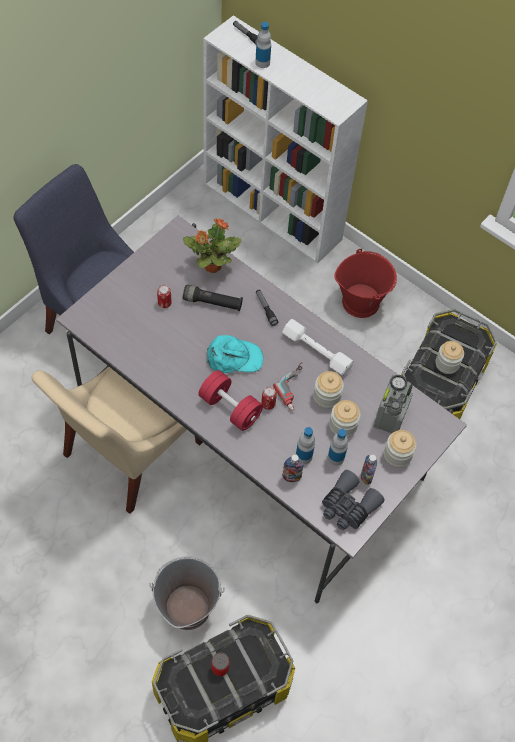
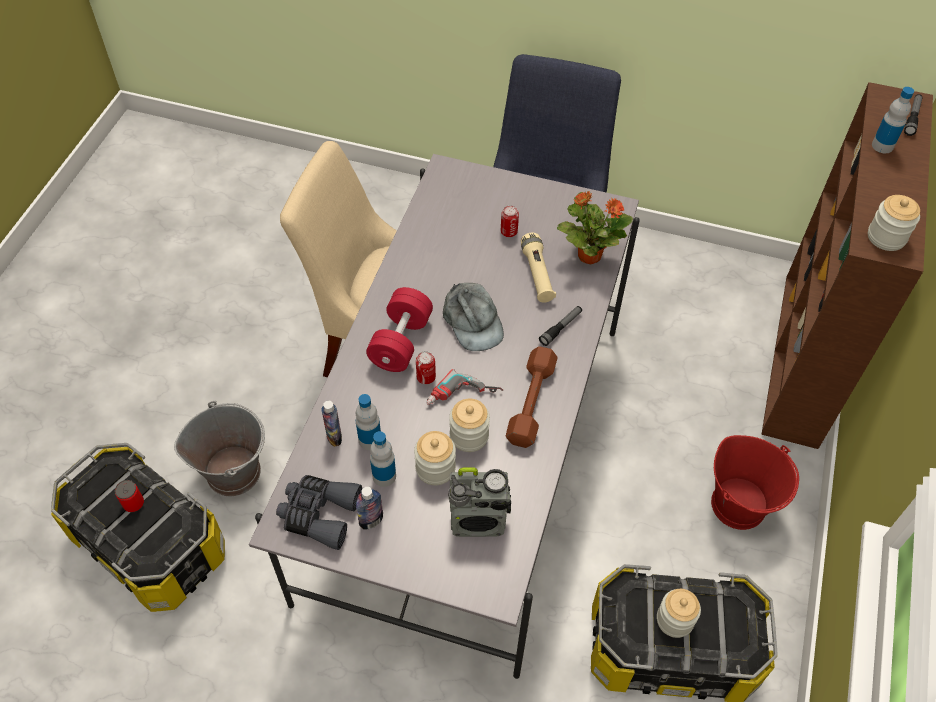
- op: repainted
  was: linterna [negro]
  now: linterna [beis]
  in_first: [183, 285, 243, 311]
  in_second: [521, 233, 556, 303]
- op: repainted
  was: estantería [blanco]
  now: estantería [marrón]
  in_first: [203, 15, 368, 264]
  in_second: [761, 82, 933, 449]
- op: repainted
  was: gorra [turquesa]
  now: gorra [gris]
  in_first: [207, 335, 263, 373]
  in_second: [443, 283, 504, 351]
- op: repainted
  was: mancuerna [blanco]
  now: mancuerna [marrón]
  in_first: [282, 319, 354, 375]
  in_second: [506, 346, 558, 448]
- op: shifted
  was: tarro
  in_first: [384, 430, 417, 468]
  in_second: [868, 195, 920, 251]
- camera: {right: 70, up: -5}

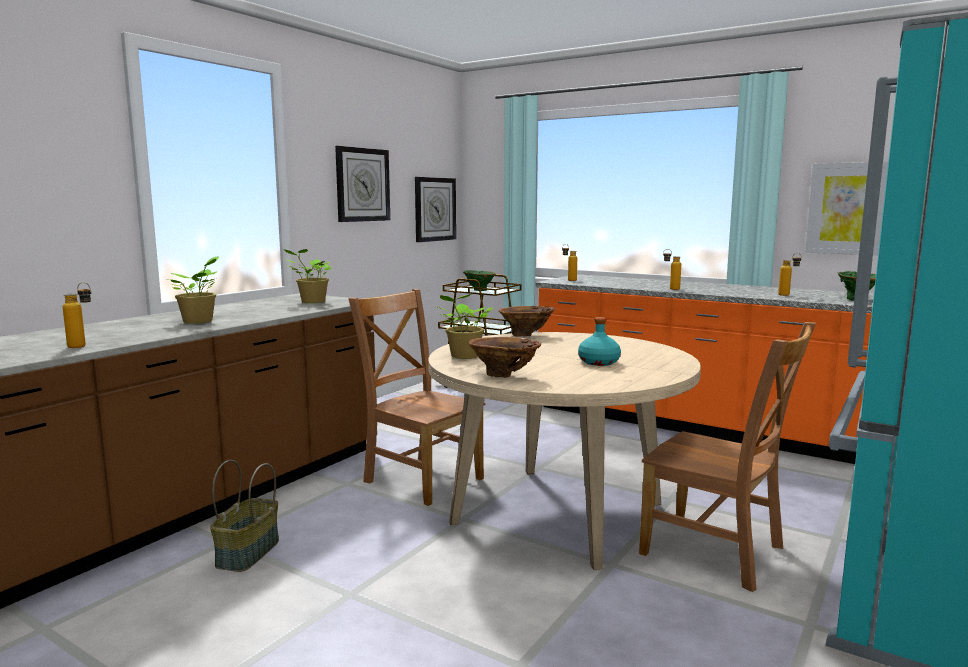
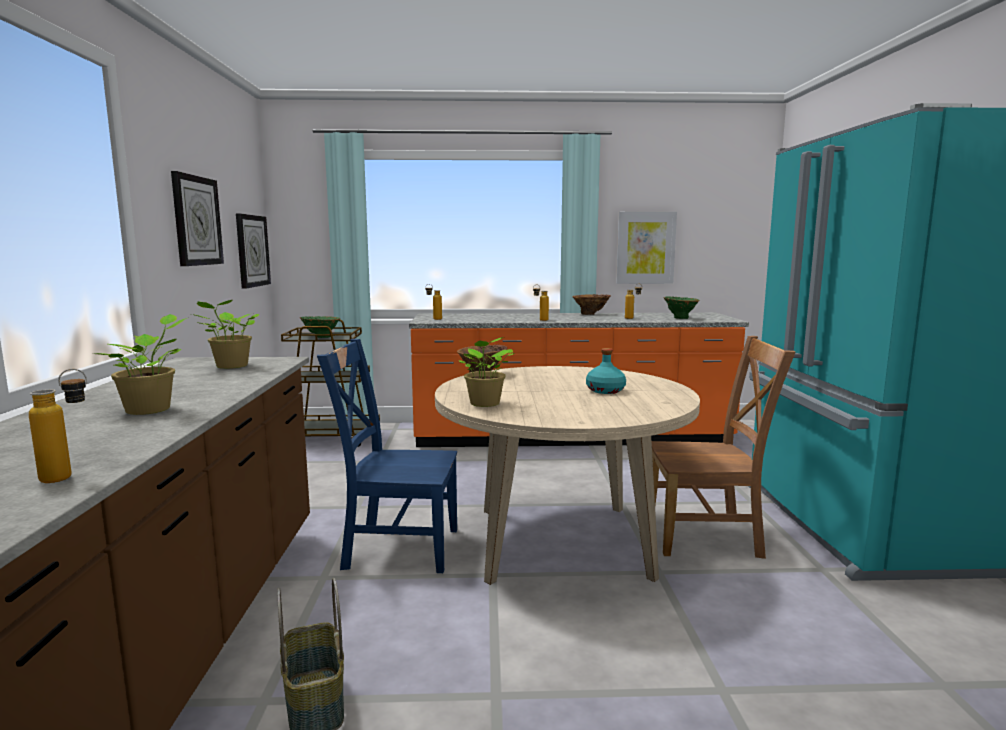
- op: repainted
  was: silla [marrón]
  now: silla [azul]
  in_first: [348, 289, 485, 506]
  in_second: [317, 339, 457, 573]
- op: shifted
  was: florero [marrón]
  in_first: [469, 337, 541, 378]
  in_second: [572, 294, 611, 315]
- camera: {right: -35, up: 0}

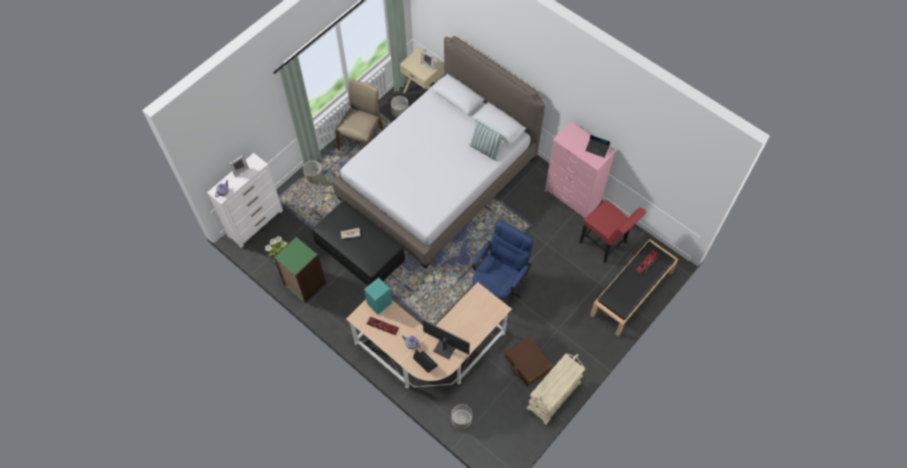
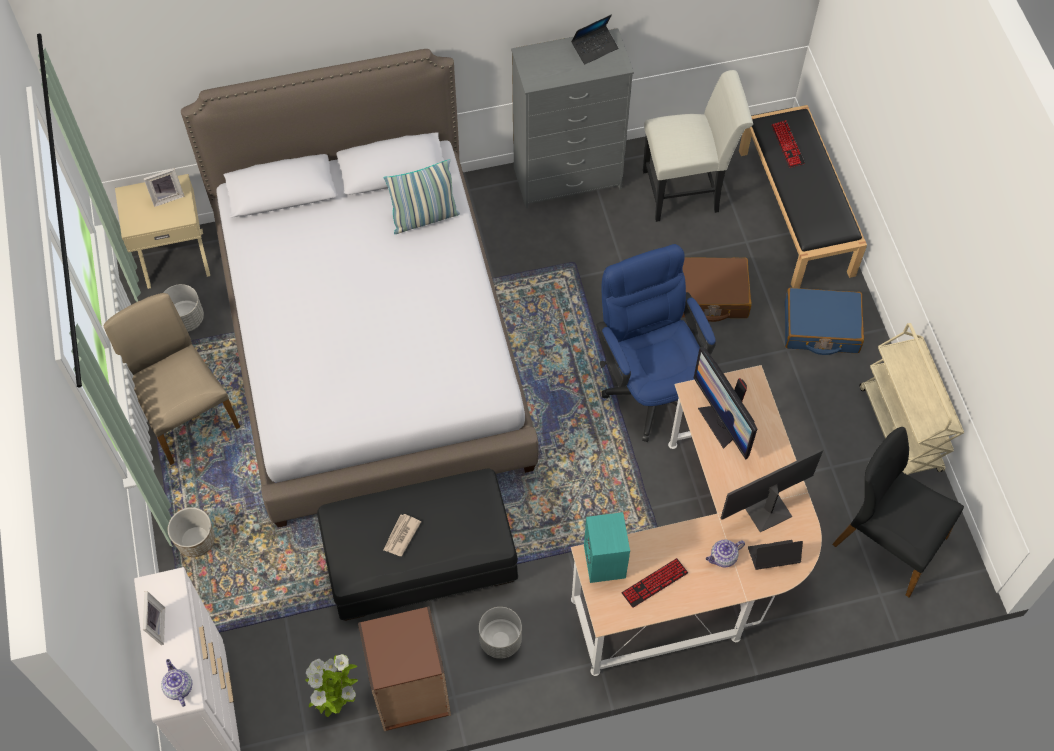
- op: repainted
  was: estantería [verde]
  now: estantería [marrón]
  in_first: [273, 236, 326, 303]
  in_second: [358, 606, 451, 731]
- op: shifted
  was: maceta [gris]
  in_first: [451, 404, 472, 429]
  in_second: [479, 607, 522, 659]
- op: shifted
  was: maleta [marrón]
  in_first: [504, 336, 552, 387]
  in_second: [681, 257, 752, 322]
- op: repainted
  was: cómoda [rosa]
  now: cómoda [gris]
  in_first: [545, 122, 615, 219]
  in_second: [511, 28, 634, 208]
- op: repainted
  was: silla [rojo]
  now: silla [blanco]
  in_first: [580, 200, 646, 263]
  in_second: [643, 70, 753, 222]
- op: new
  now: monitor
  in_second: [694, 347, 757, 460]
- op: new
  now: maleta [azul]
  in_second: [785, 287, 864, 355]
- op: new
  now: silla [negro]
  in_second: [832, 427, 964, 598]
- camera: {right: -55, up: 0}

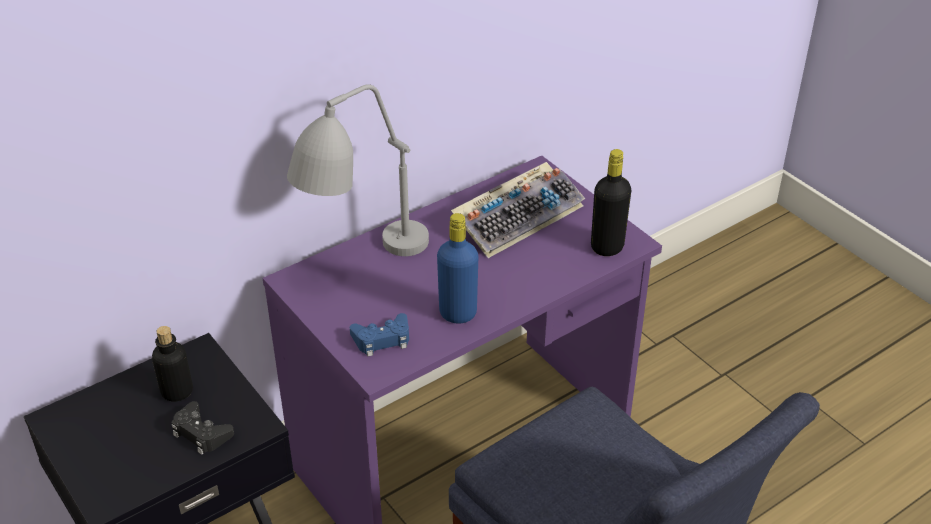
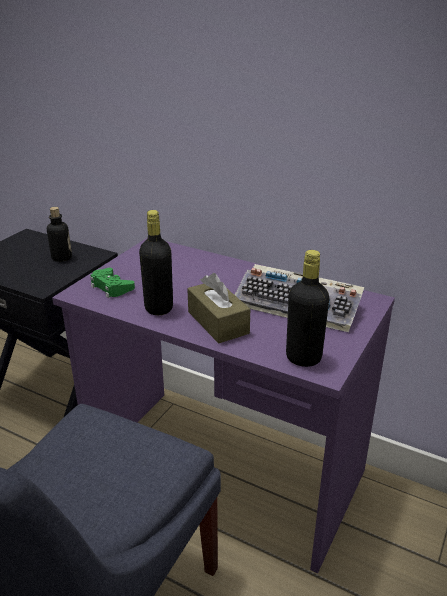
- op: gone
  was: mando de consola [negro]
  in_first: [172, 401, 234, 455]
- op: gone
  was: lámpara de mesa [gris]
  in_first: [287, 84, 429, 256]
- op: repainted
  was: mando de consola [azul]
  now: mando de consola [verde]
  in_first: [350, 313, 409, 357]
  in_second: [90, 268, 135, 298]
- op: repainted
  was: botella [azul]
  now: botella [negro]
  in_first: [437, 213, 478, 323]
  in_second: [139, 210, 173, 315]
- op: new
  now: caja de pañuelos [marrón]
  in_second: [187, 273, 250, 343]
- camera: {right: 65, up: -10}

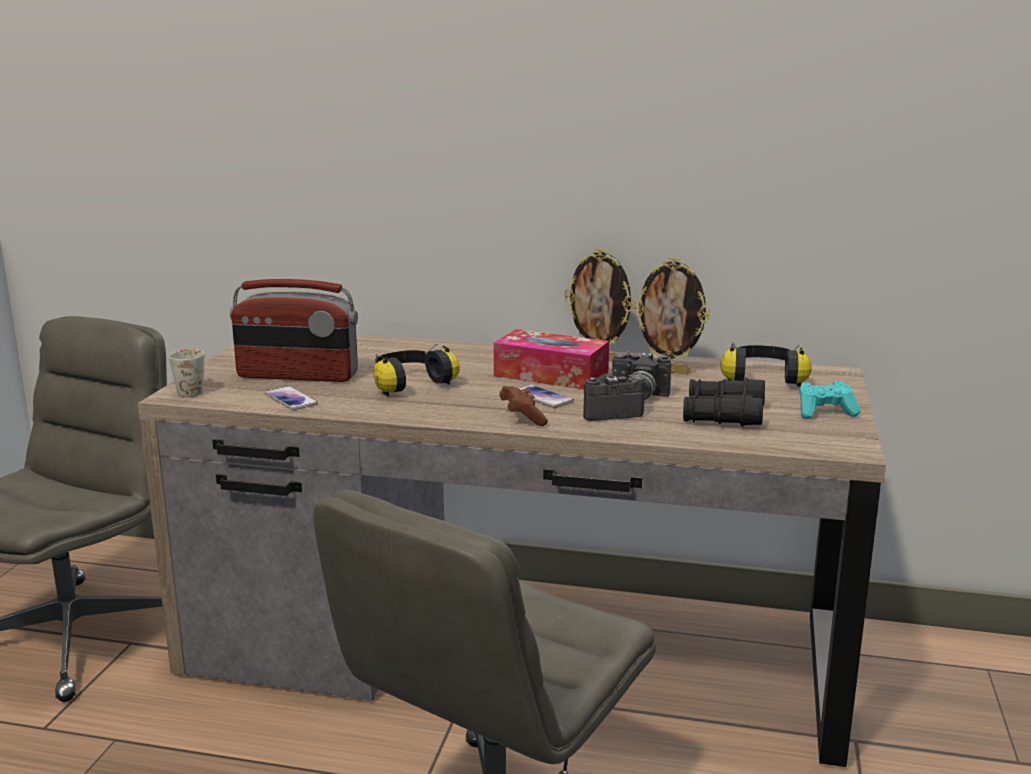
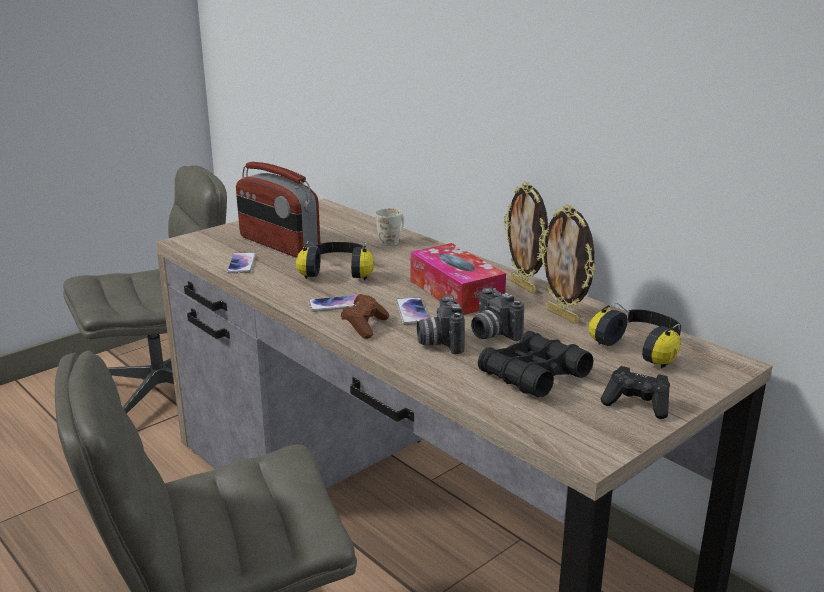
- op: shifted
  was: taza grande [blanco]
  in_first: [168, 349, 205, 397]
  in_second: [375, 208, 404, 246]
- op: rotated
  was: cámara
  in_first: [583, 373, 645, 421]
  in_second: [417, 296, 465, 354]
  clockwise: -120
- op: repainted
  was: mando de consola [turquesa]
  now: mando de consola [negro]
  in_first: [799, 381, 860, 419]
  in_second: [601, 366, 670, 419]
- op: new
  now: móvil
  in_second: [308, 295, 358, 312]
- camera: {right: 35, up: 5}

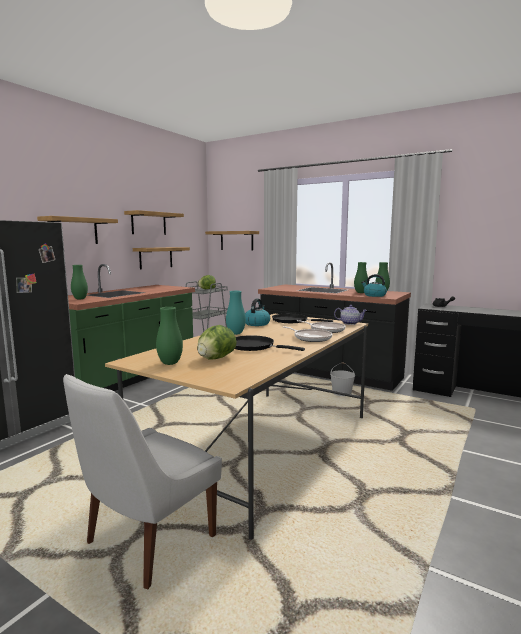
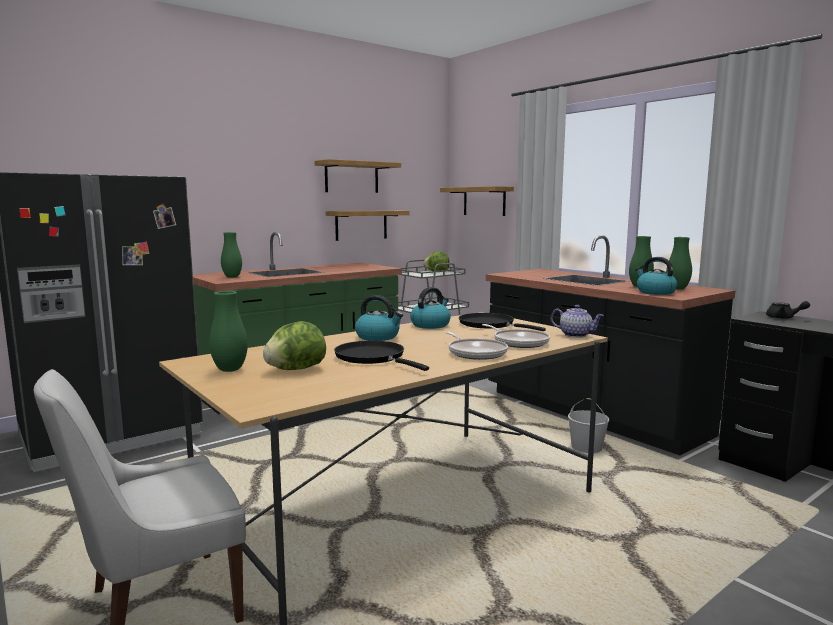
- op: gone
  was: estante
  in_first: [37, 216, 118, 244]
- op: swapped
  was: florero [turquesa]
  now: hervidor
  in_first: [226, 291, 246, 335]
  in_second: [355, 295, 403, 341]
- camera: {right: 20, up: 0}

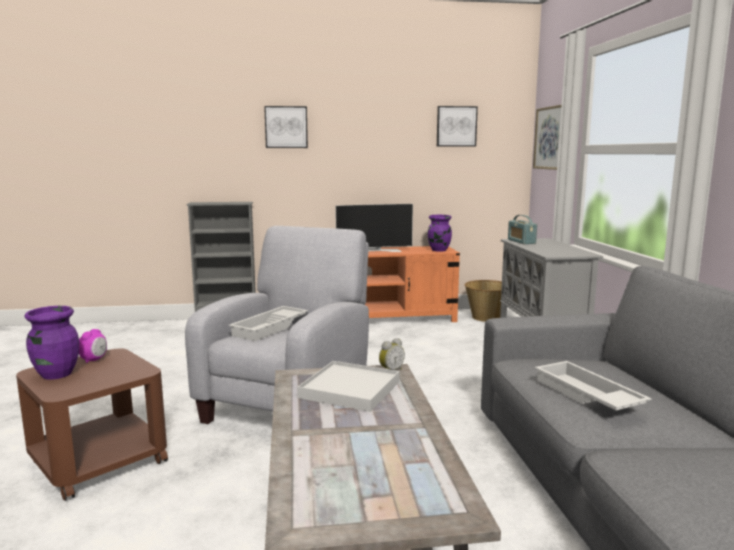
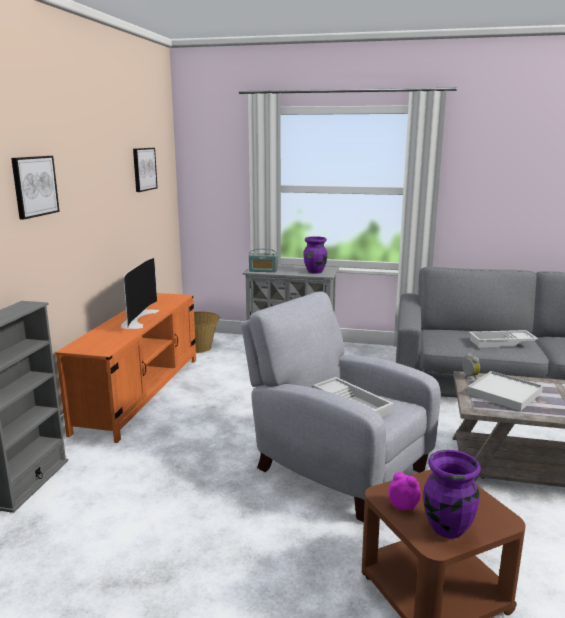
- op: shifted
  was: florero [morado]
  in_first: [427, 215, 452, 252]
  in_second: [304, 236, 327, 274]
- op: gone
  was: cuadro
  in_first: [533, 105, 561, 170]
- camera: {right: -70, up: 5}

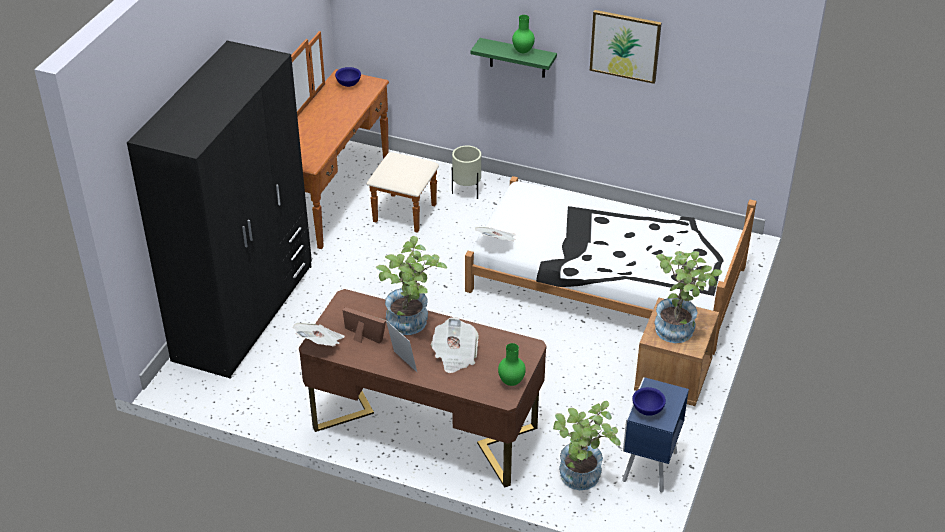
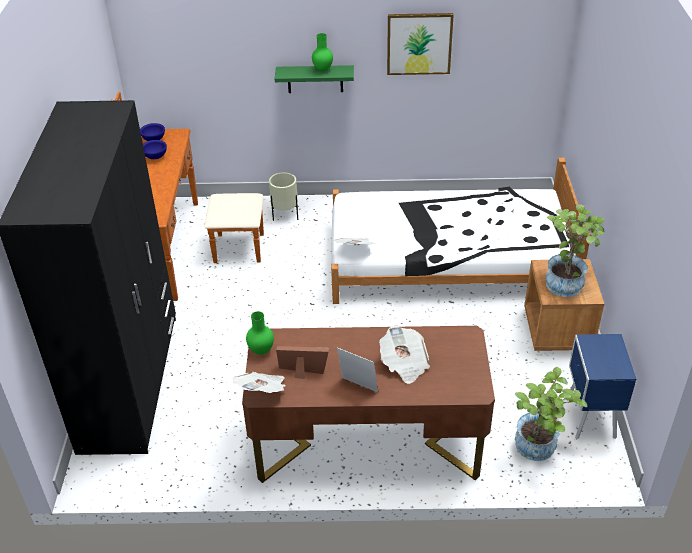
- op: gone
  was: planta en maceta
  in_first: [376, 236, 447, 335]
- op: shifted
  was: florero [verde]
  in_first: [498, 343, 526, 386]
  in_second: [246, 311, 274, 355]
- op: shifted
  was: cuenco [azul]
  in_first: [632, 387, 666, 416]
  in_second: [143, 140, 167, 159]
- camera: {right: -20, up: 0}

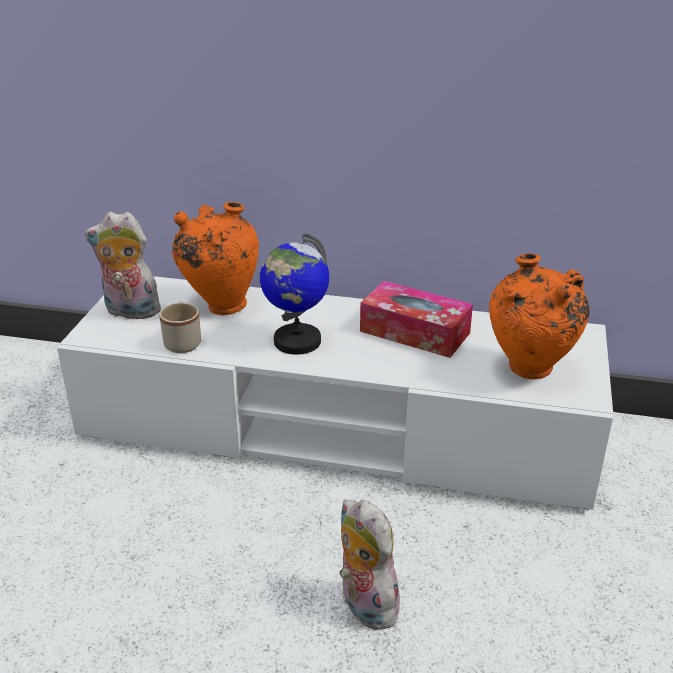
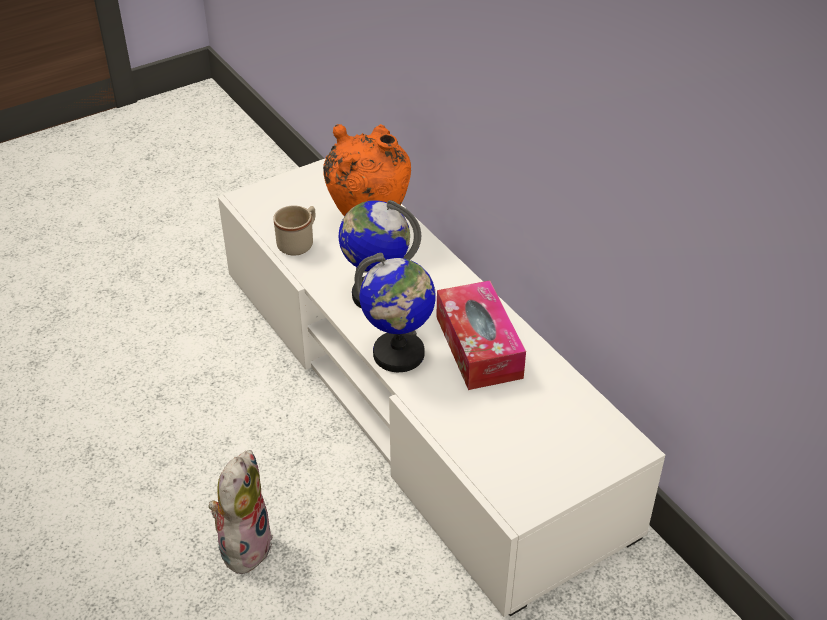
- op: gone
  was: peluche
  in_first: [85, 212, 164, 319]
- op: gone
  was: florero [naranja]
  in_first: [489, 253, 590, 379]
- op: new
  now: globo terráqueo
  in_second: [355, 253, 436, 372]
- camera: {right: 45, up: 10}

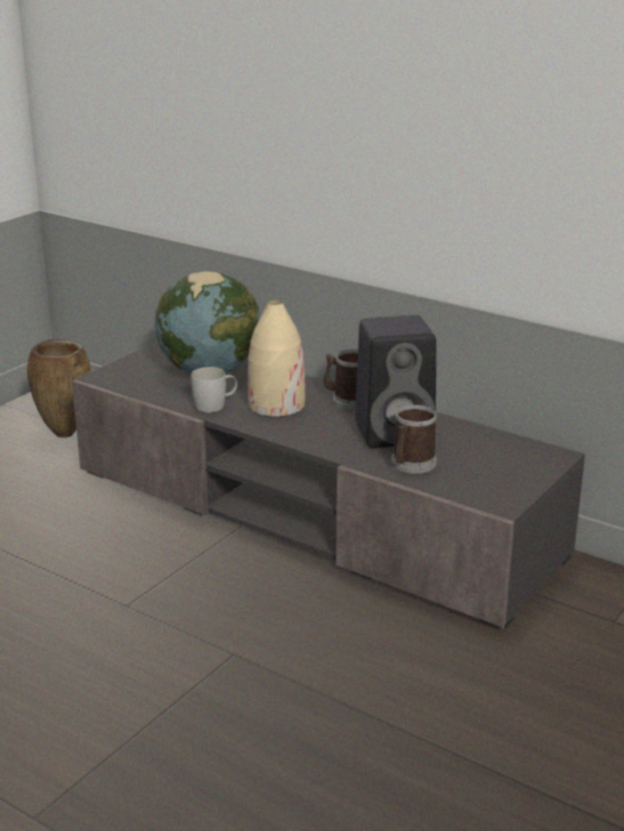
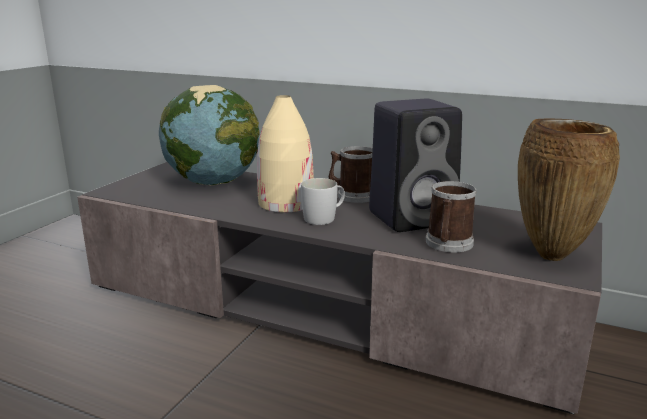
- op: shifted
  was: florero [marrón]
  in_first: [27, 339, 91, 438]
  in_second: [518, 118, 620, 261]
- op: shifted
  was: taza grande [blanco]
  in_first: [191, 367, 237, 413]
  in_second: [301, 178, 345, 225]
- camera: {right: -10, up: -5}

